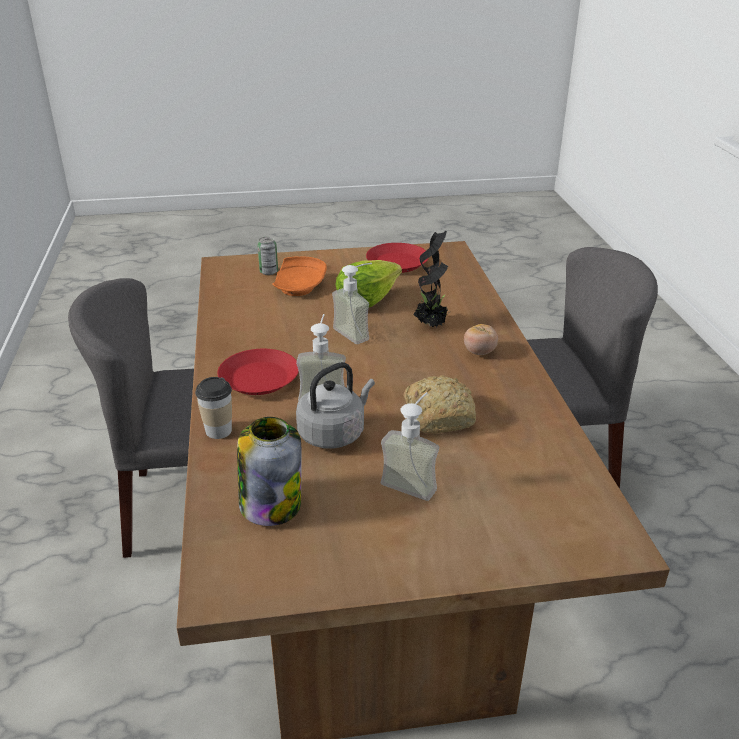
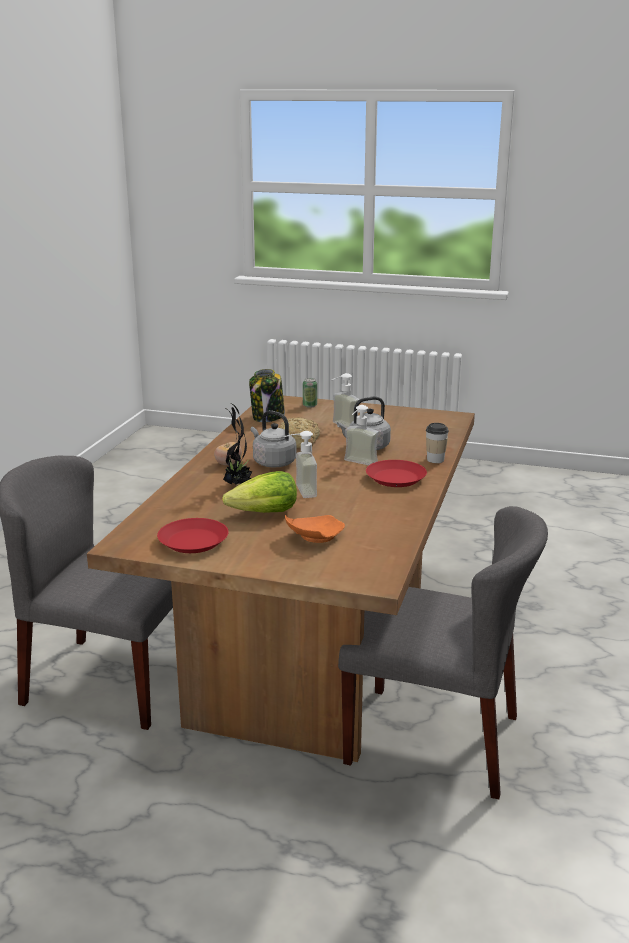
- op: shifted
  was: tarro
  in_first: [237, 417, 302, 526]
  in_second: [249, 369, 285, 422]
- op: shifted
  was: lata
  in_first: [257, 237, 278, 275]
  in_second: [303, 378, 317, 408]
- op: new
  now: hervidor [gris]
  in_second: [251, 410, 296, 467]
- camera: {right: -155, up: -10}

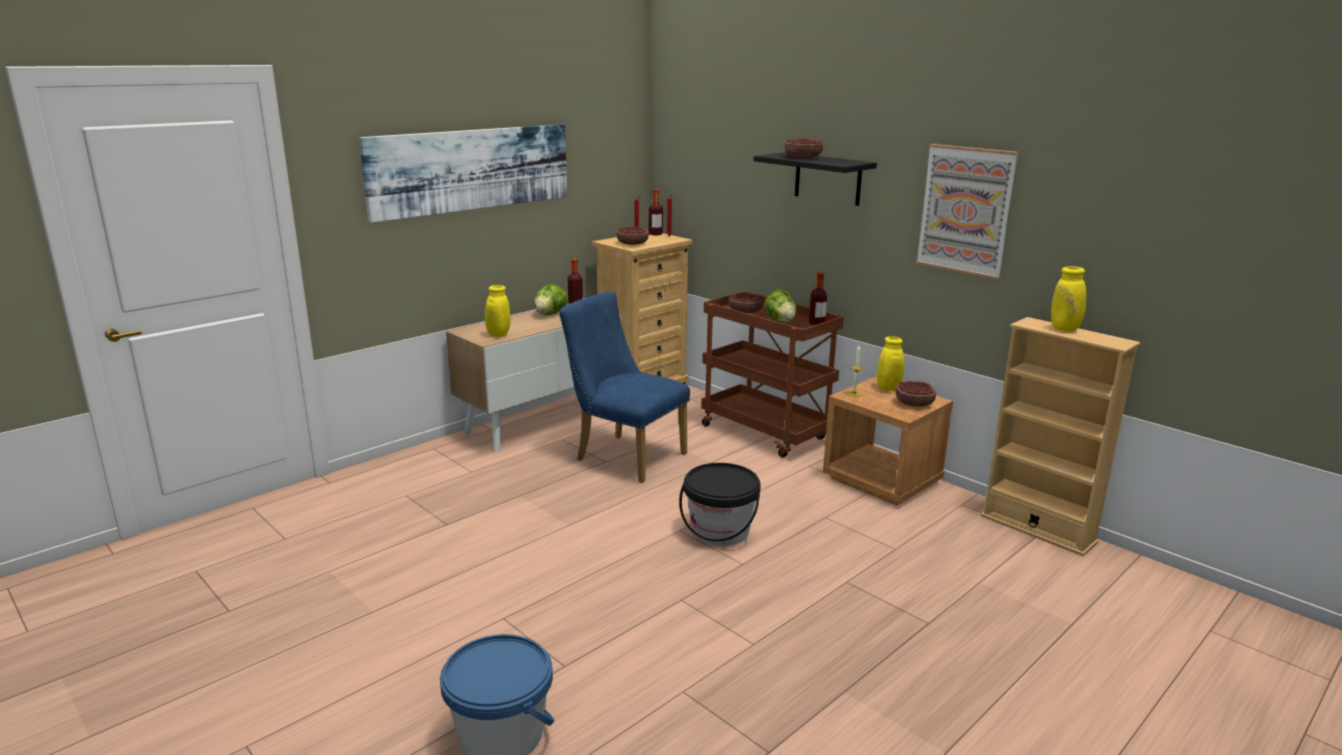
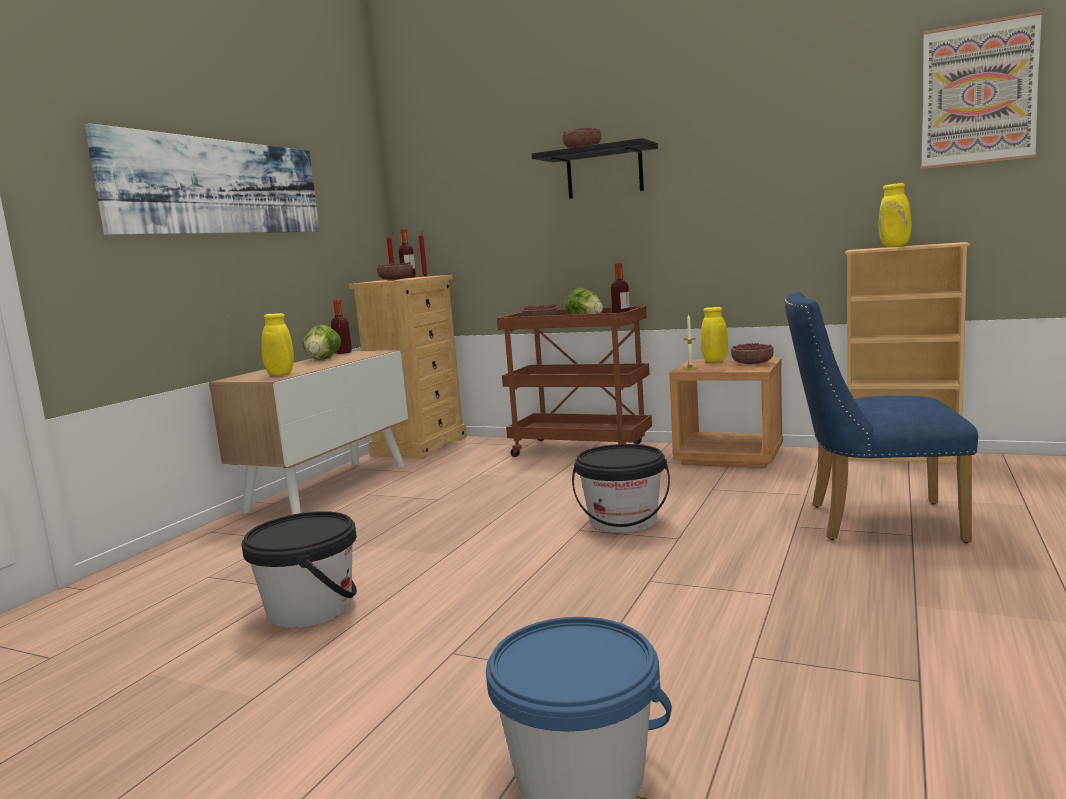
- op: shifted
  was: silla [azul]
  in_first: [559, 292, 690, 483]
  in_second: [785, 292, 978, 543]
- op: shifted
  was: cuadro
  in_first: [916, 144, 1019, 280]
  in_second: [922, 11, 1042, 169]
- op: new
  now: cubo [negro]
  in_second: [241, 511, 357, 628]
- camera: {right: -20, up: -10}

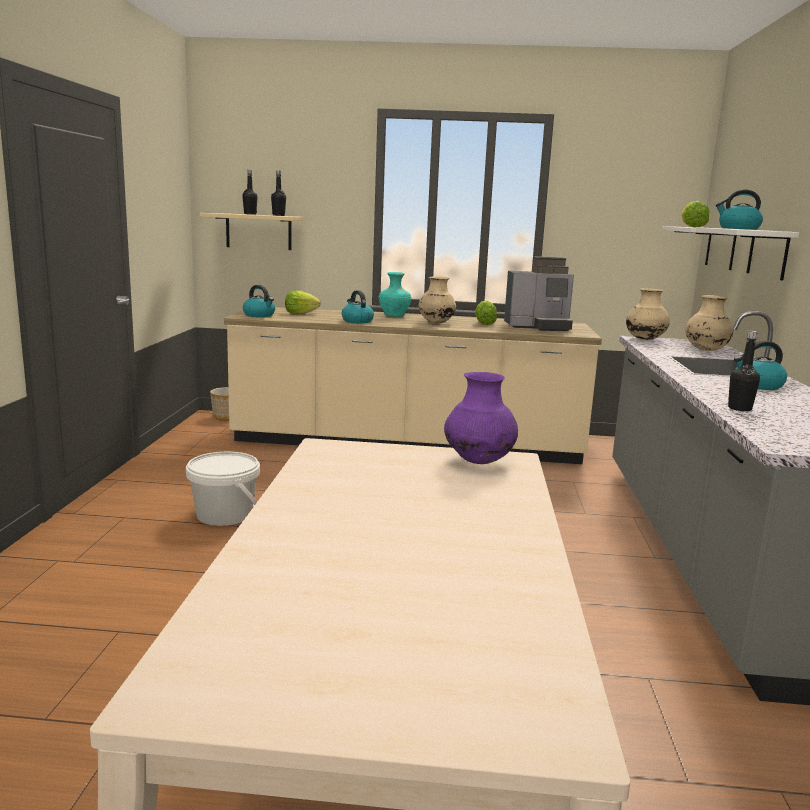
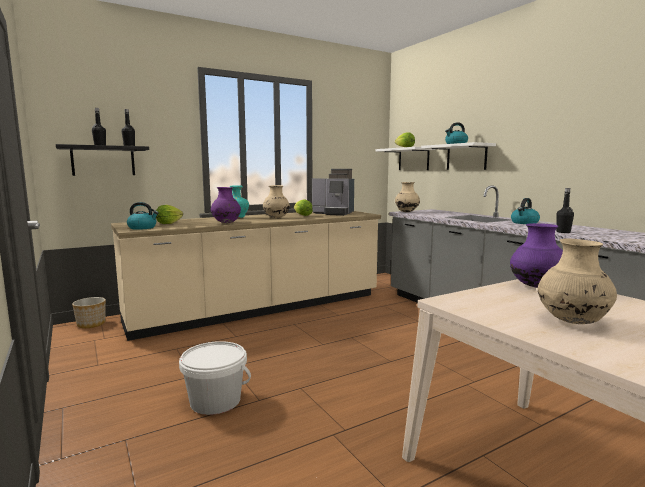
- op: repainted
  was: estante [beis]
  now: estante [negro]
  in_first: [200, 213, 304, 250]
  in_second: [56, 144, 149, 176]
- op: swapped
  was: hervidor
  now: florero [morado]
  in_first: [342, 290, 374, 323]
  in_second: [211, 187, 241, 223]
- op: rotated
  was: cafetera
  in_first: [504, 256, 574, 331]
  in_second: [312, 169, 354, 216]
  clockwise: 60
- op: shifted
  was: florero [beis]
  in_first: [685, 295, 734, 351]
  in_second: [538, 239, 617, 324]
- camera: {right: -35, up: -5}

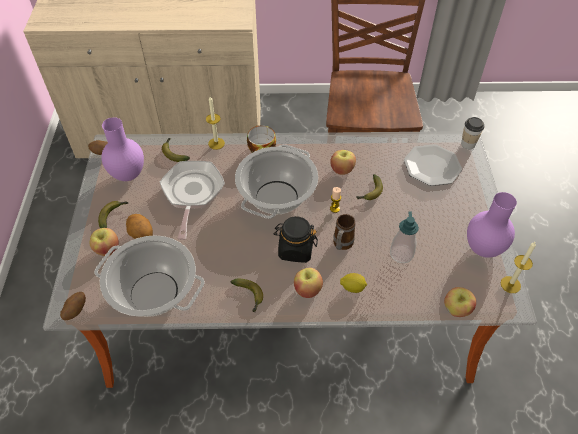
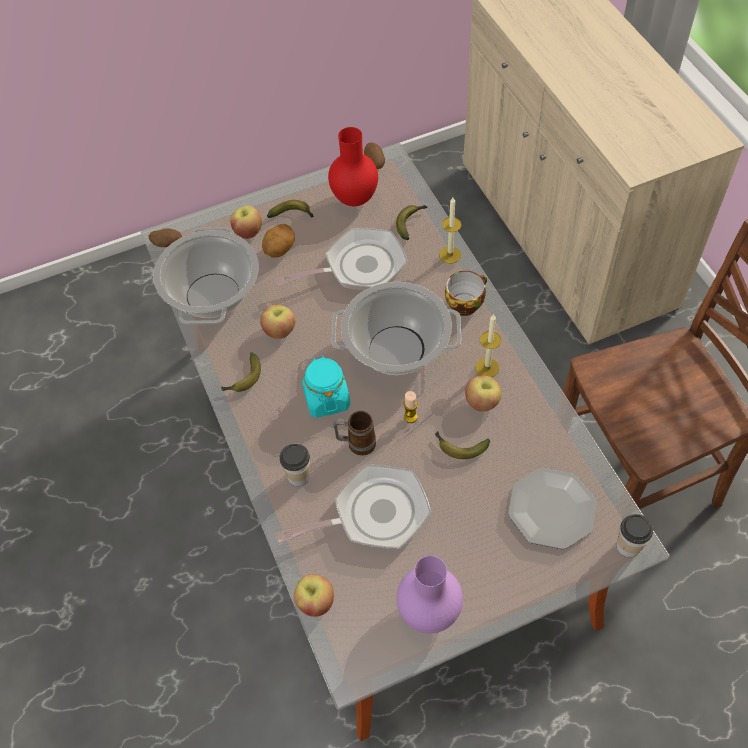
- op: repainted
  was: florero [morado]
  now: florero [rojo]
  in_first: [101, 117, 144, 181]
  in_second: [328, 127, 378, 206]
- op: repainted
  was: tarro [negro]
  now: tarro [turquesa]
  in_first: [274, 216, 318, 263]
  in_second: [302, 355, 350, 418]
- op: shifted
  was: manzana
  in_first: [294, 268, 323, 298]
  in_second: [260, 305, 295, 339]
- op: swapped
  was: limón
  now: taza
  in_first: [340, 273, 367, 293]
  in_second: [280, 444, 310, 486]
- op: swapped
  was: dispensador de jabón
  now: sartén
  in_first: [390, 211, 419, 263]
  in_second: [275, 464, 431, 549]
- op: shifted
  was: vela
  in_first: [501, 241, 536, 293]
  in_second: [475, 314, 501, 377]
- camera: {right: 70, up: 5}

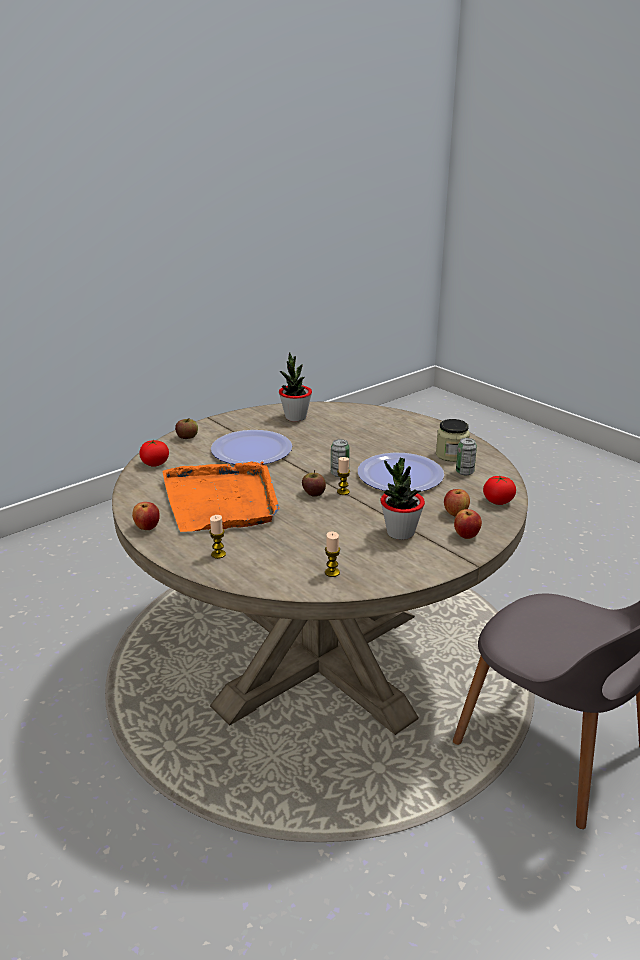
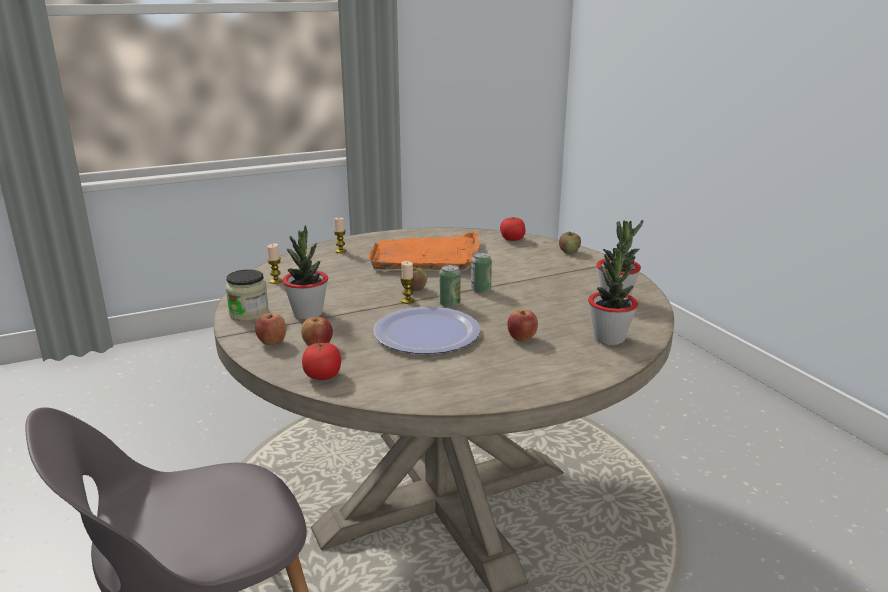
- op: shifted
  was: manzana
  in_first: [132, 502, 160, 530]
  in_second: [507, 309, 538, 341]
- op: gone
  was: plato
  in_first: [211, 430, 292, 464]
- op: shifted
  was: tarro
  in_first: [436, 419, 470, 462]
  in_second: [226, 269, 269, 321]
- op: shifted
  was: lata
  in_first: [456, 438, 477, 475]
  in_second: [471, 252, 492, 293]
- op: new
  now: planta en maceta
  in_second: [588, 245, 638, 345]
- camera: {right: 105, up: -5}

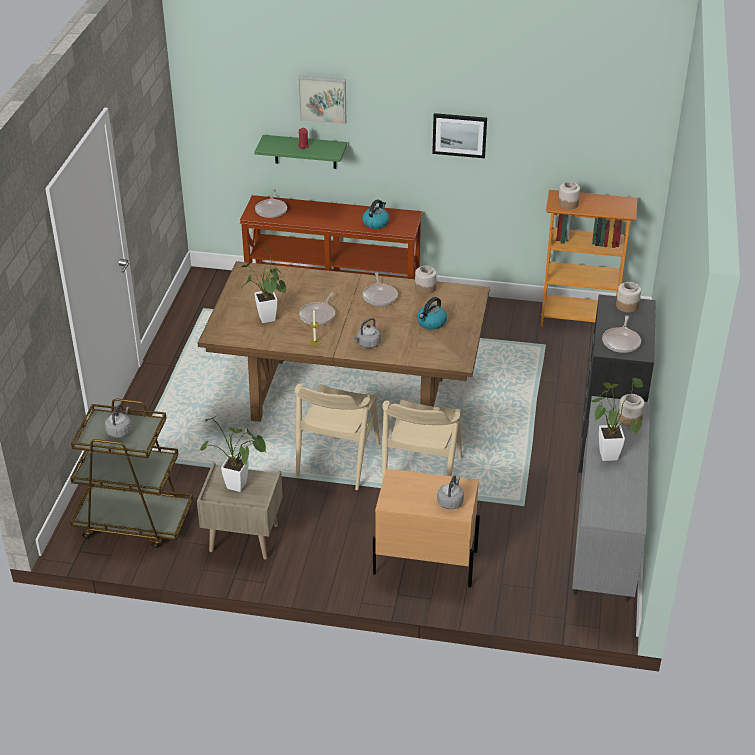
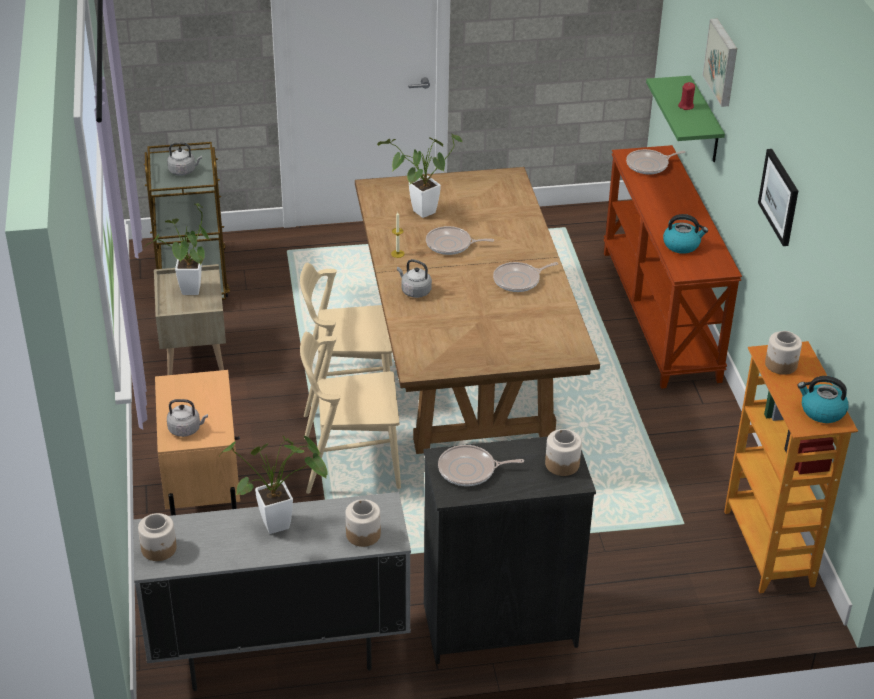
- op: shifted
  was: tarro
  in_first: [415, 266, 437, 294]
  in_second: [138, 513, 177, 561]
- op: shifted
  was: hervidor
  in_first: [417, 297, 447, 330]
  in_second: [797, 376, 849, 423]
- camera: {right: 70, up: 0}

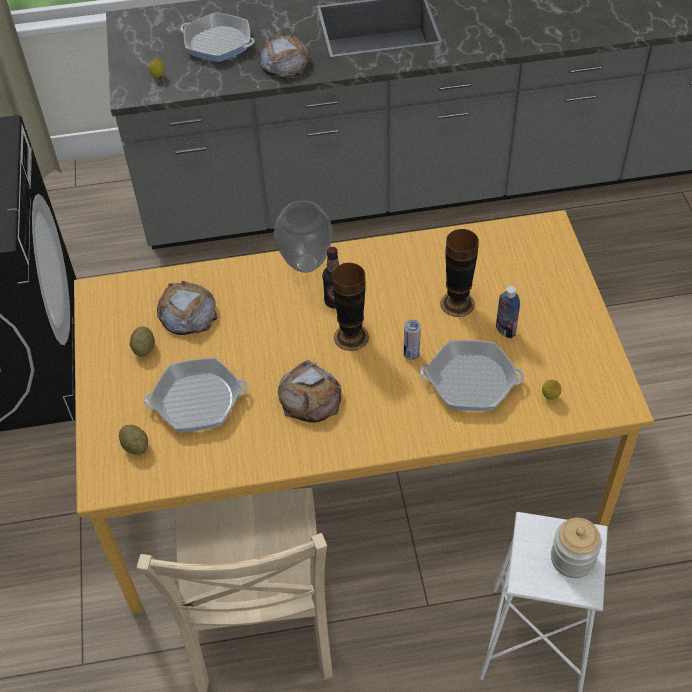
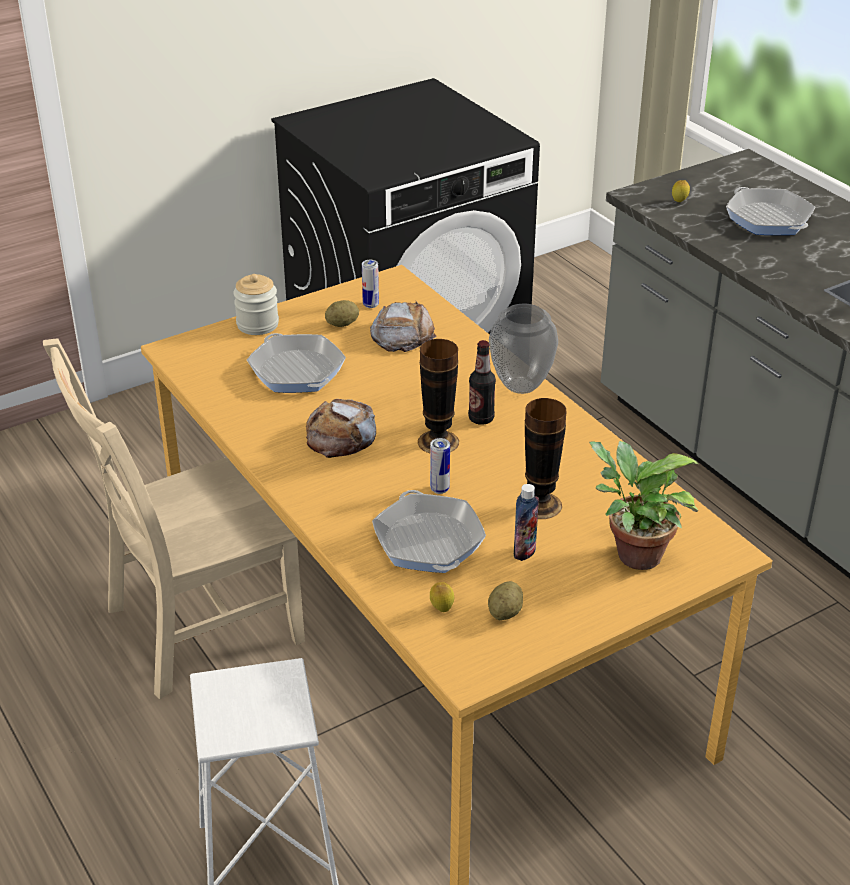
- op: shifted
  was: patata
  in_first: [119, 425, 148, 454]
  in_second: [488, 581, 523, 620]
- op: rotated
  was: sartén
  in_first: [180, 12, 255, 62]
  in_second: [726, 187, 815, 235]
  clockwise: 150
- op: gone
  was: pan
  in_first: [260, 33, 311, 79]
- op: shifted
  was: tarro
  in_first: [551, 518, 602, 578]
  in_second: [233, 274, 279, 335]
- op: new
  now: lata
  in_second: [362, 260, 379, 308]
- op: new
  now: planta en maceta
  in_second: [589, 441, 699, 570]
- camera: {right: 65, up: -15}

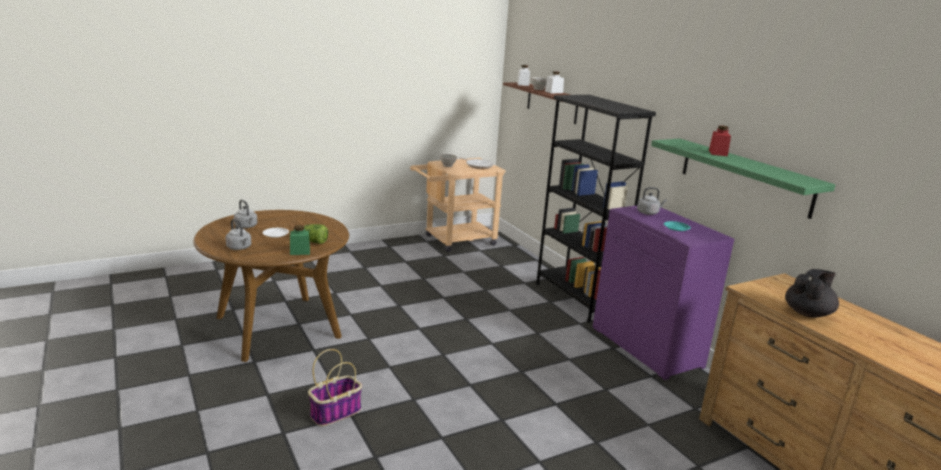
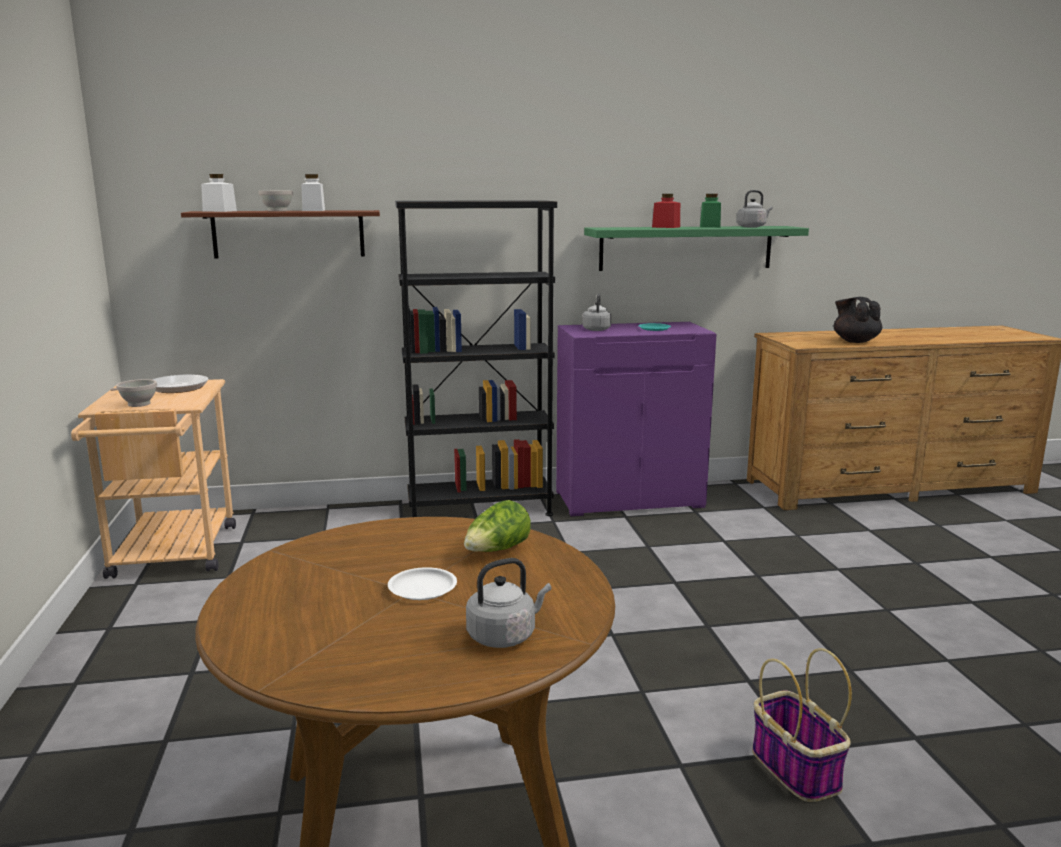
- op: shifted
  was: hervidor [gris]
  in_first: [234, 200, 257, 228]
  in_second: [737, 190, 773, 227]
- op: shifted
  was: tarro [verde]
  in_first: [290, 225, 310, 255]
  in_second: [700, 194, 721, 228]
- camera: {right: -70, up: -5}

